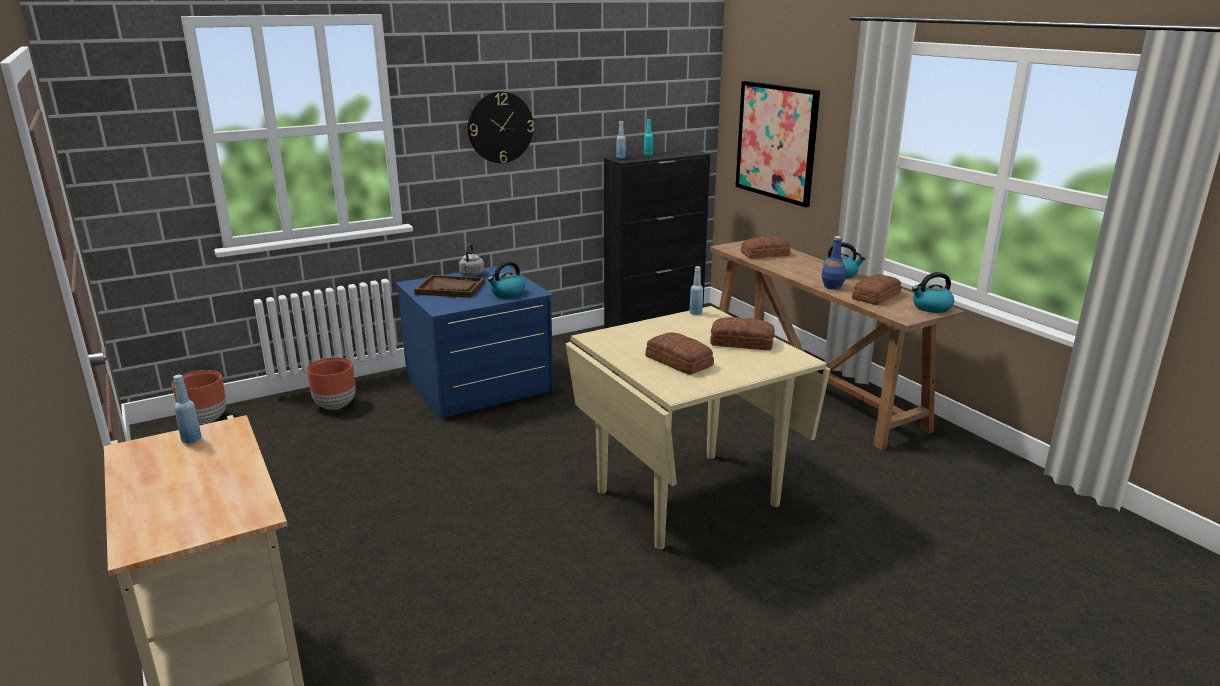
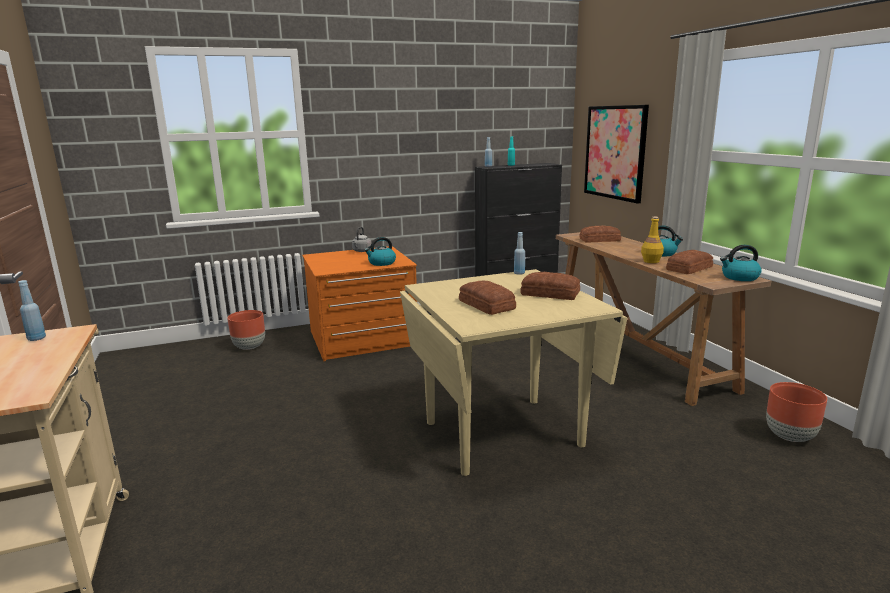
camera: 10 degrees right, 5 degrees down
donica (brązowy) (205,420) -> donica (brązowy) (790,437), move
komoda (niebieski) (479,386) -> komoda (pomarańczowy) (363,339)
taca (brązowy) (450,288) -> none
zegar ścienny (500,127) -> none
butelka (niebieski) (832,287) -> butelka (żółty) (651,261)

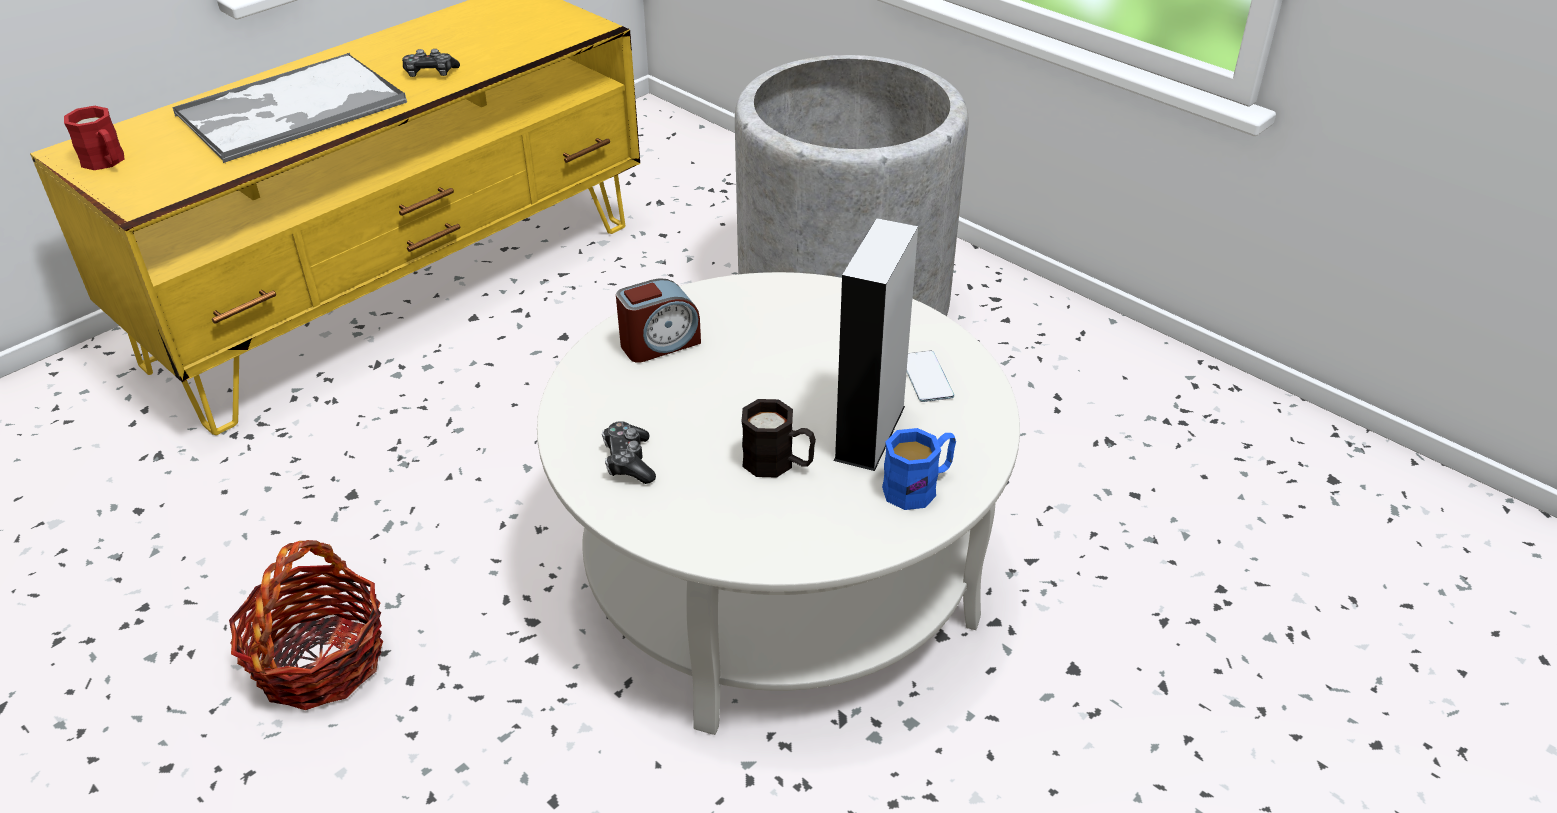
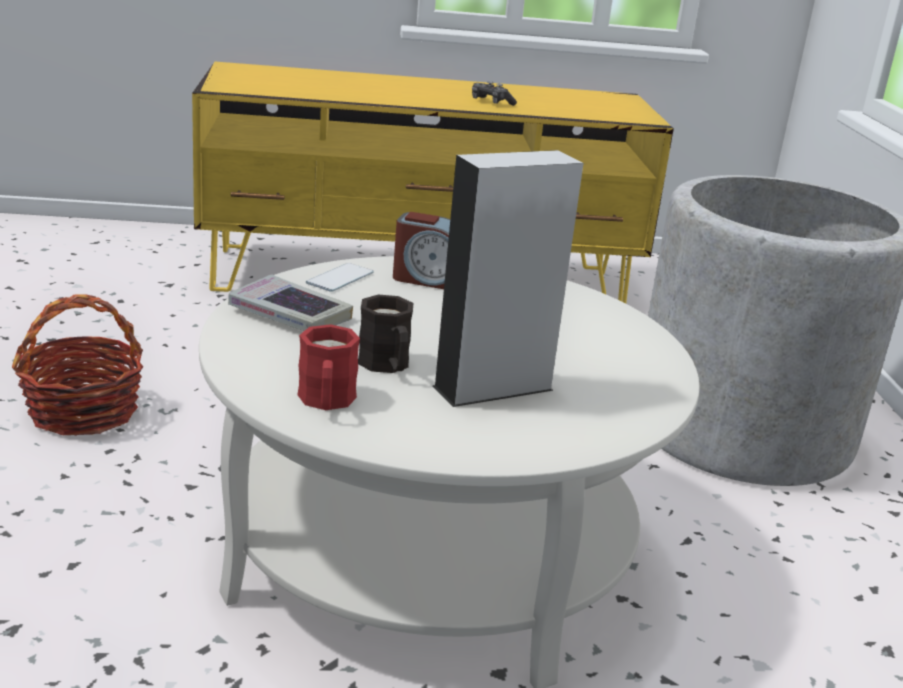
camera: 40 degrees right, 15 degrees down
kubek (czerwony) (107,162) -> kubek (czerwony) (326,402), move
taca (290,110) -> none
pad do gier (629,461) -> książka (290,314)
kubek (niebieski) (919,487) -> none
telefon (926,377) -> telefon (340,278), move

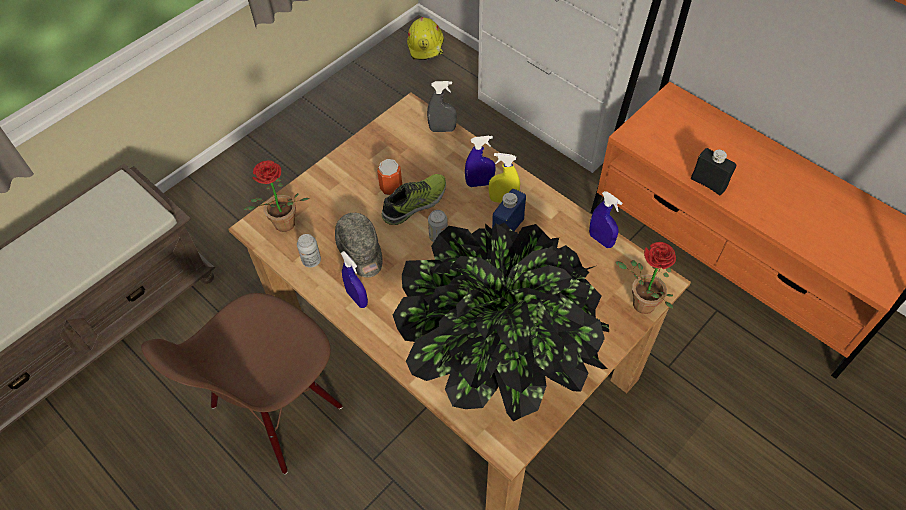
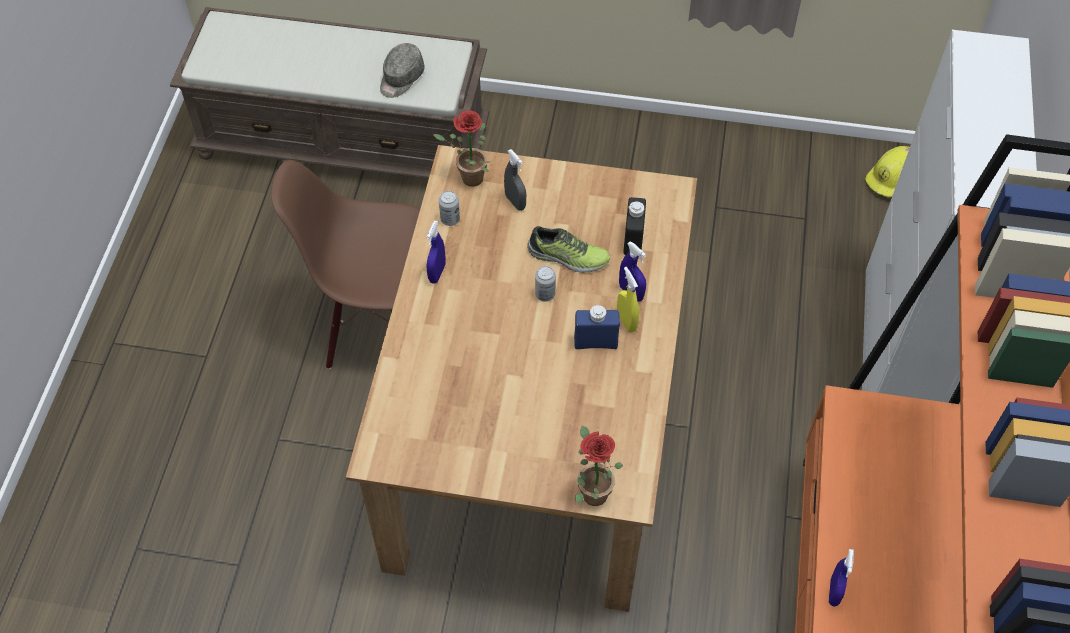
camera: 55 degrees right, 0 degrees up
czapka z daszkiem (szary) (361,252) -> czapka z daszkiem (szary) (401,79), move
puszka (391,188) -> none
roślina doniczkowa (500,358) -> none
spryskiwacz (szary) (442,129) -> spryskiwacz (szary) (515,202), move
spryskiwacz (niebieski) (601,240) -> spryskiwacz (niebieski) (834,592), move
butelka (czarny) (708,183) -> butelka (czarny) (633,240), move

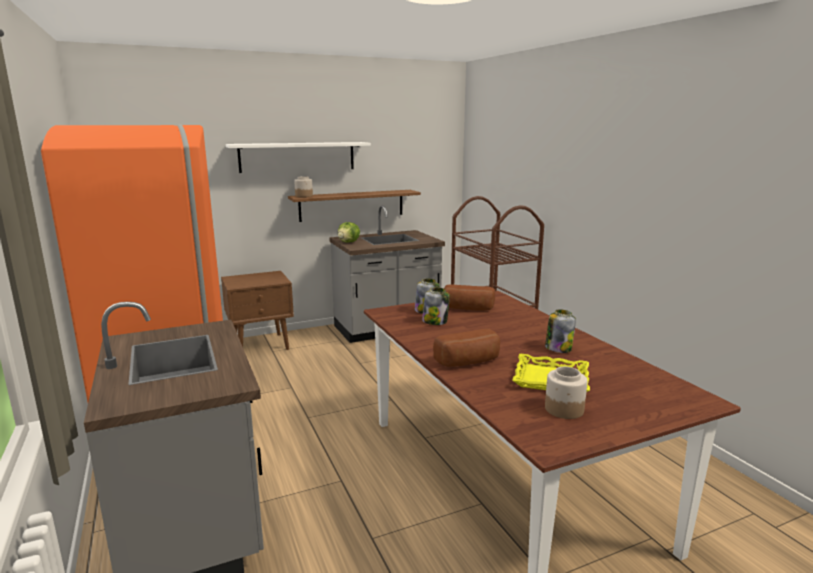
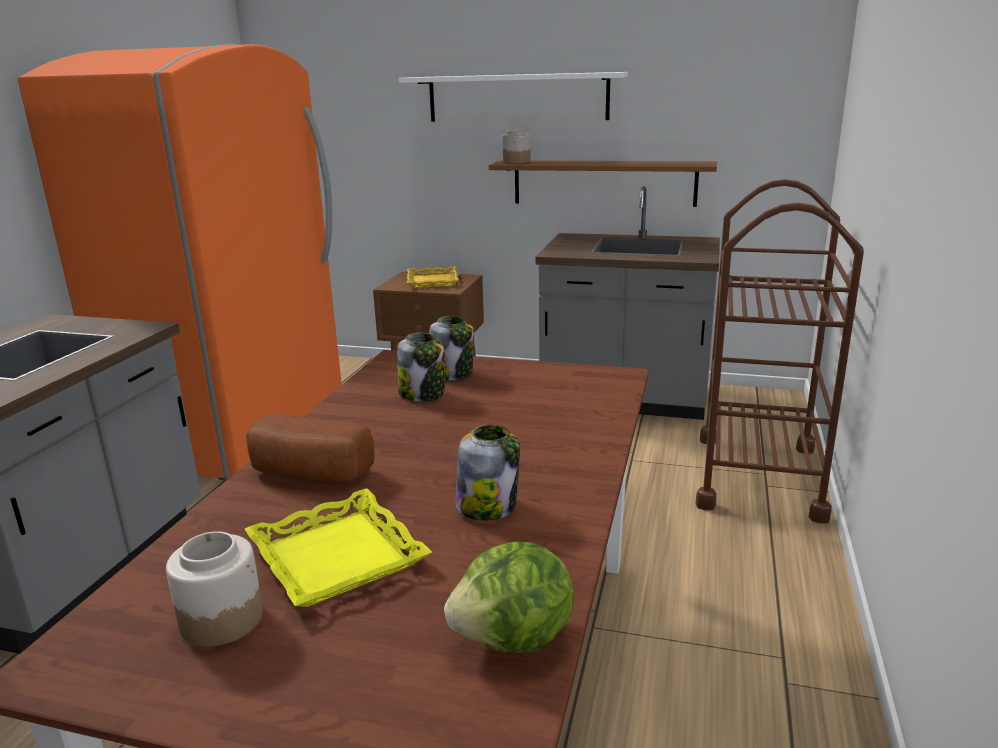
camera: 40 degrees right, 5 degrees up
sałata (349,242) -> sałata (515,640), move
chleb (467,309) -> none
none -> taca (żółty) (432,281)

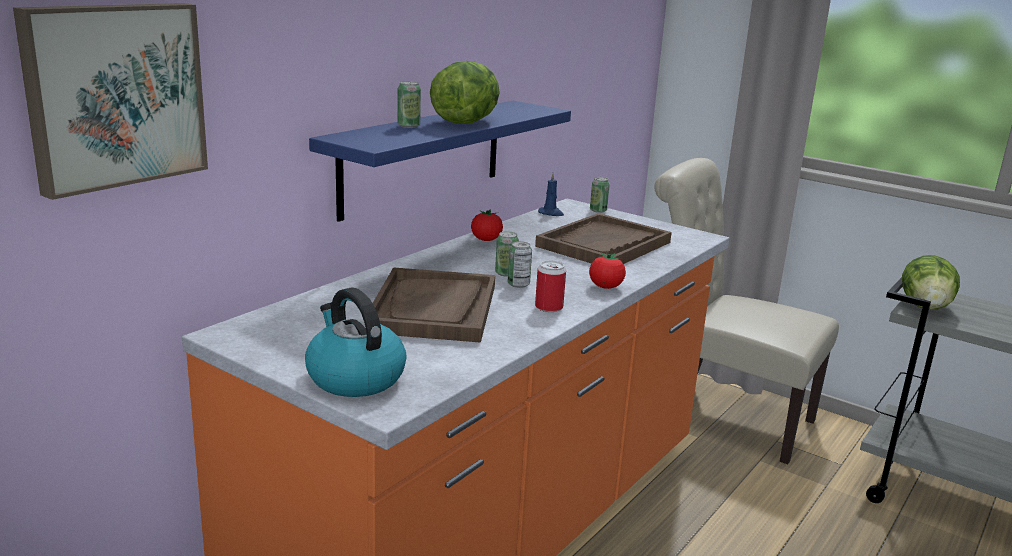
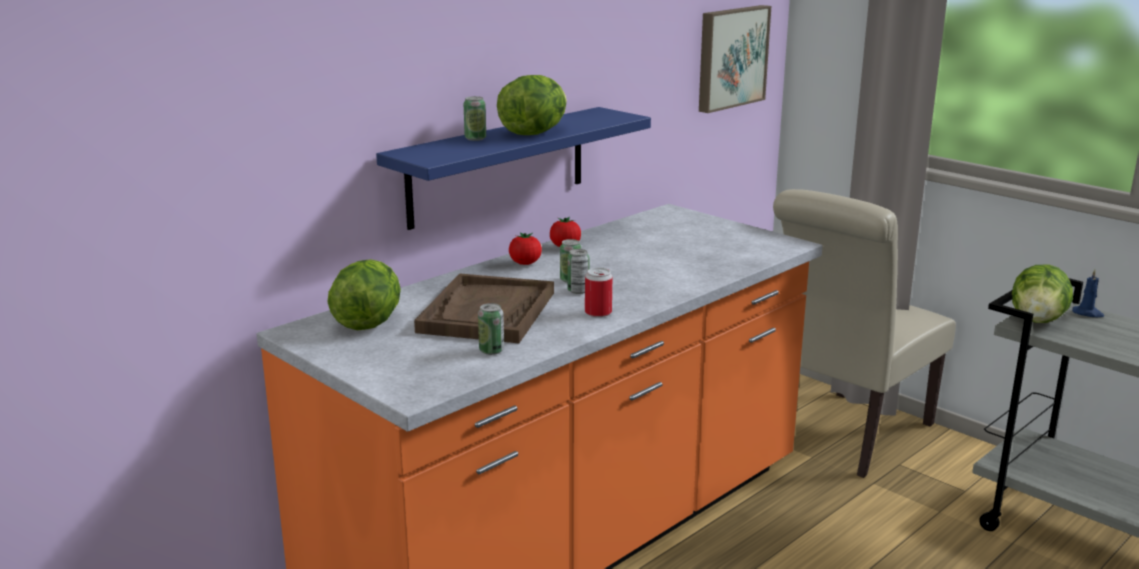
camera: 10 degrees right, 0 degrees up
obraz (114,95) -> obraz (730,57), move
czajnik (354,377) -> none
taca (brązowy) (604,244) -> none
świeca (niebieski) (551,213) -> świeca (niebieski) (1088,313), move
pomidor (605,287) -> pomidor (525,263), move
puszka (598,210) -> puszka (491,351), move
krzesło (beżowy) (723,416) -> krzesło (beżowy) (847,437), 90 degrees counterclockwise
none -> sałata (368,323)

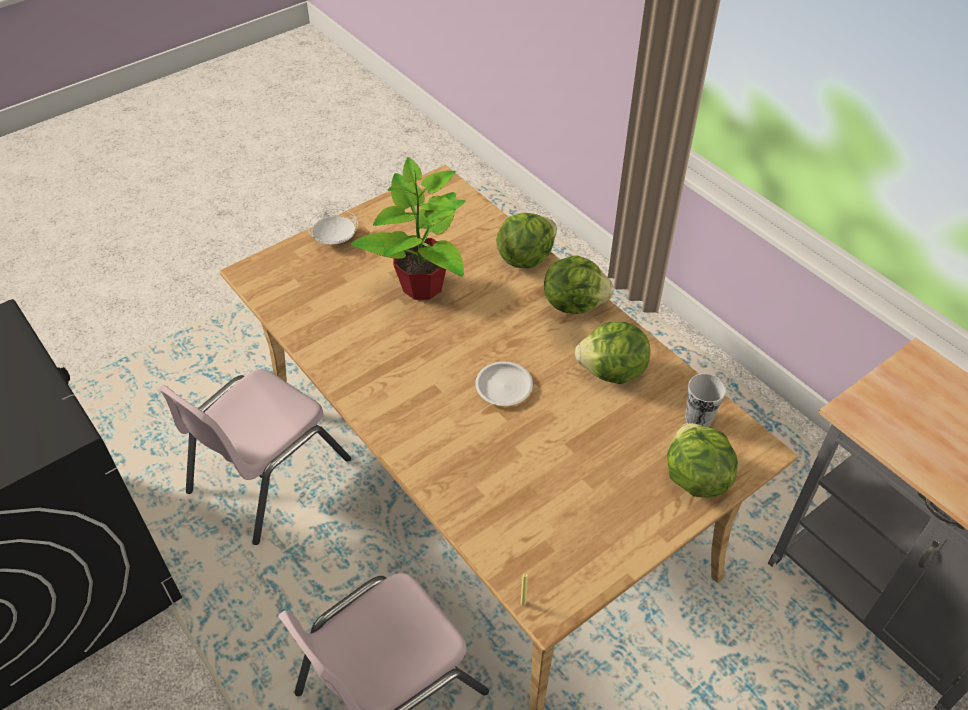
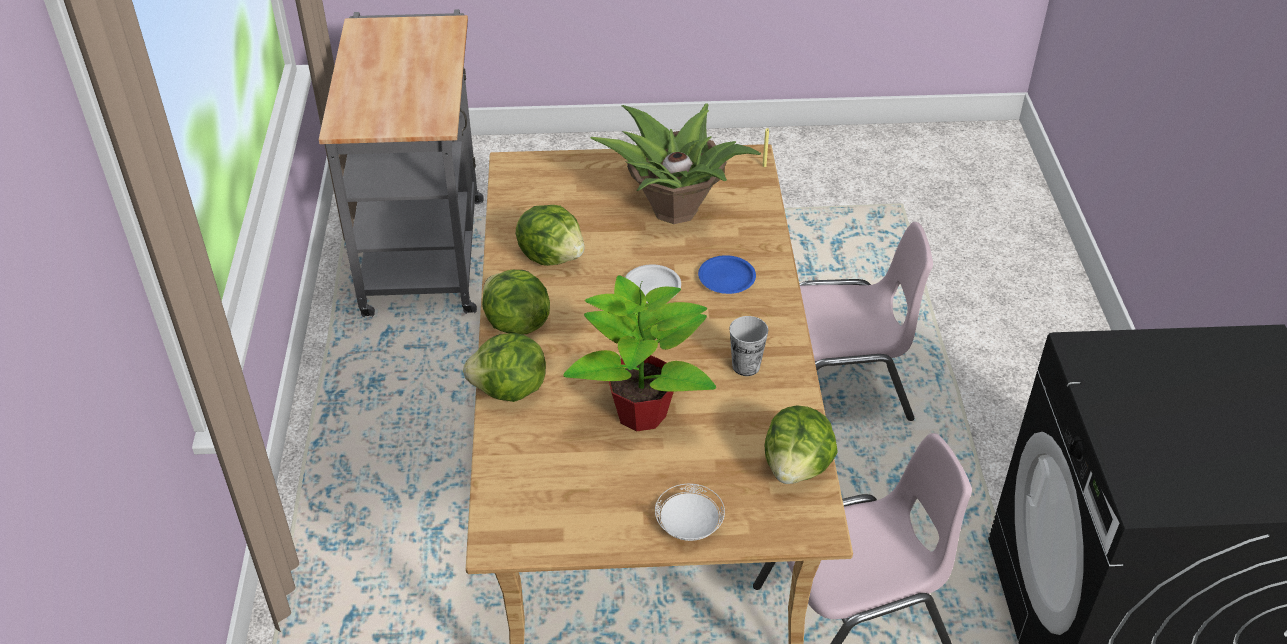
camera: 145 degrees left, 5 degrees down
sałata (694,478) -> sałata (797,467), move
filiżanka (698,418) -> filiżanka (746,366), move
none -> roślina doniczkowa (673,208)
none -> talerz (niebieski) (727,278)

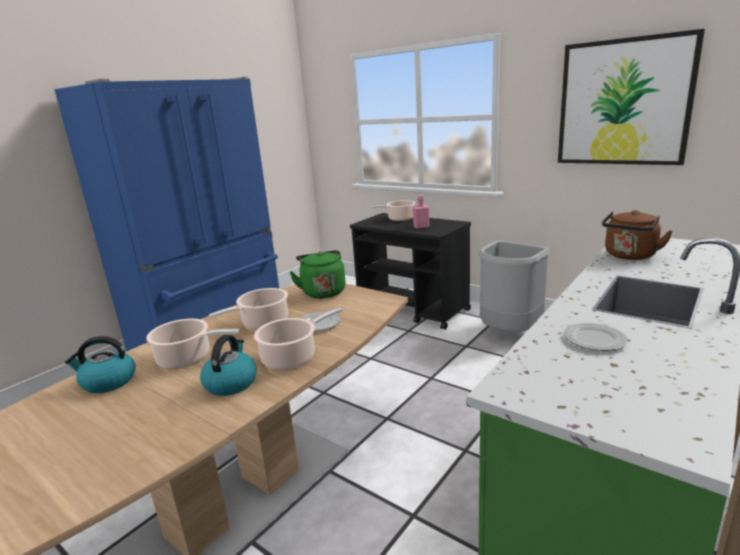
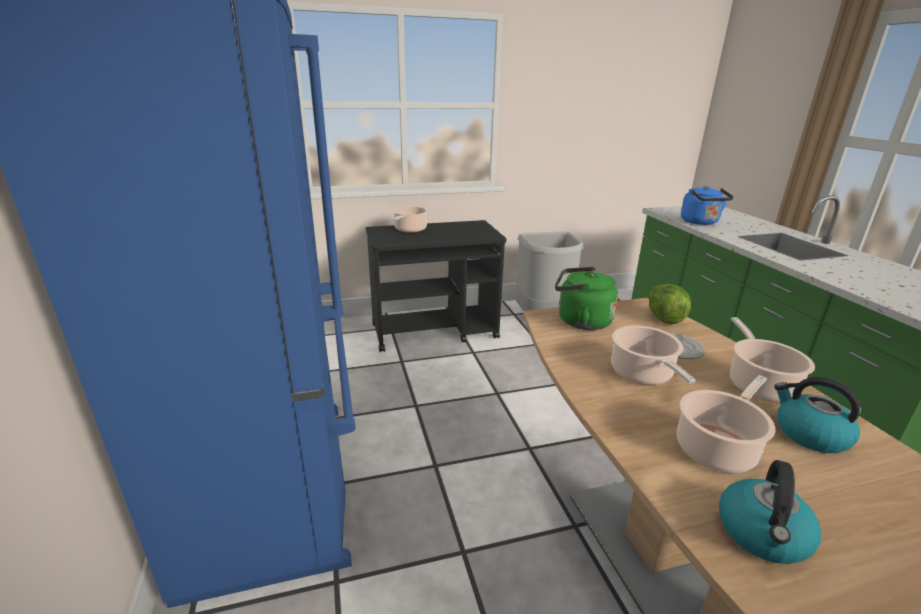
camera: 55 degrees left, 5 degrees up
butelka (różowy) (421,227) -> none
obraz (623,103) -> none
talerz (593,340) -> none
czajnik (brązowy) (629,256) -> czajnik (niebieski) (701,222)
none -> sałata (663,318)

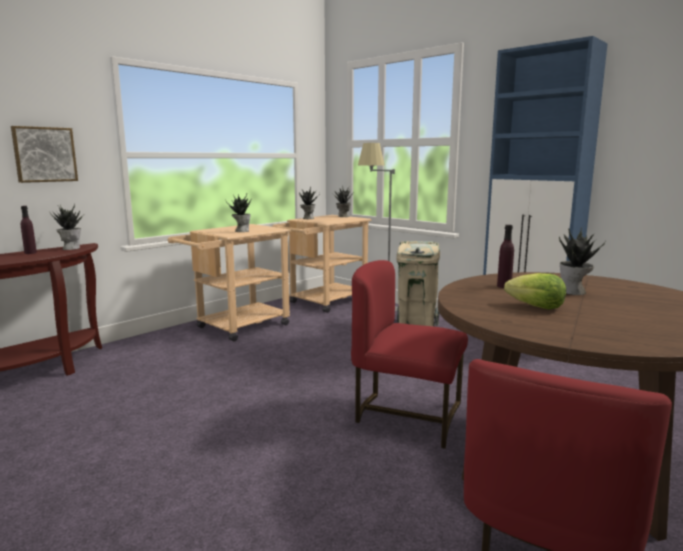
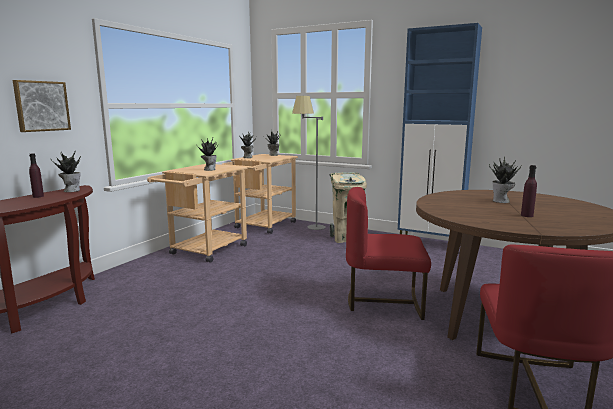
camera: 15 degrees left, 0 degrees up
butelka (fioletowy) (504,286) -> butelka (fioletowy) (527,215), move
sałata (536,307) -> none

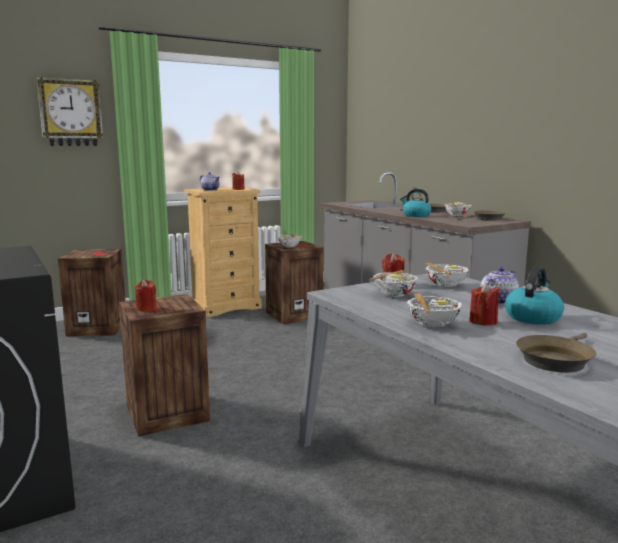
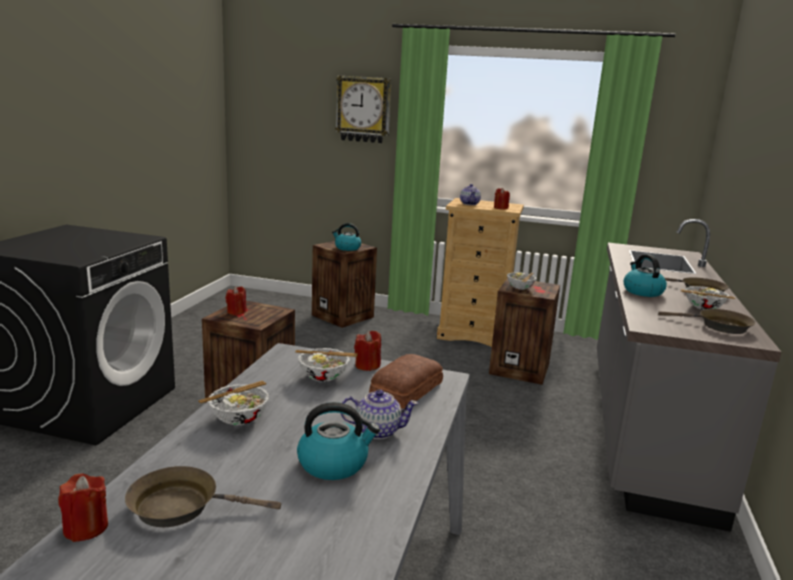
camera: 45 degrees right, 5 degrees up
miska (445,285) -> chleb (404,389)
świeca (czerwony) (483,322) -> świeca (czerwony) (86,528), move
none -> czajnik (347,248)

